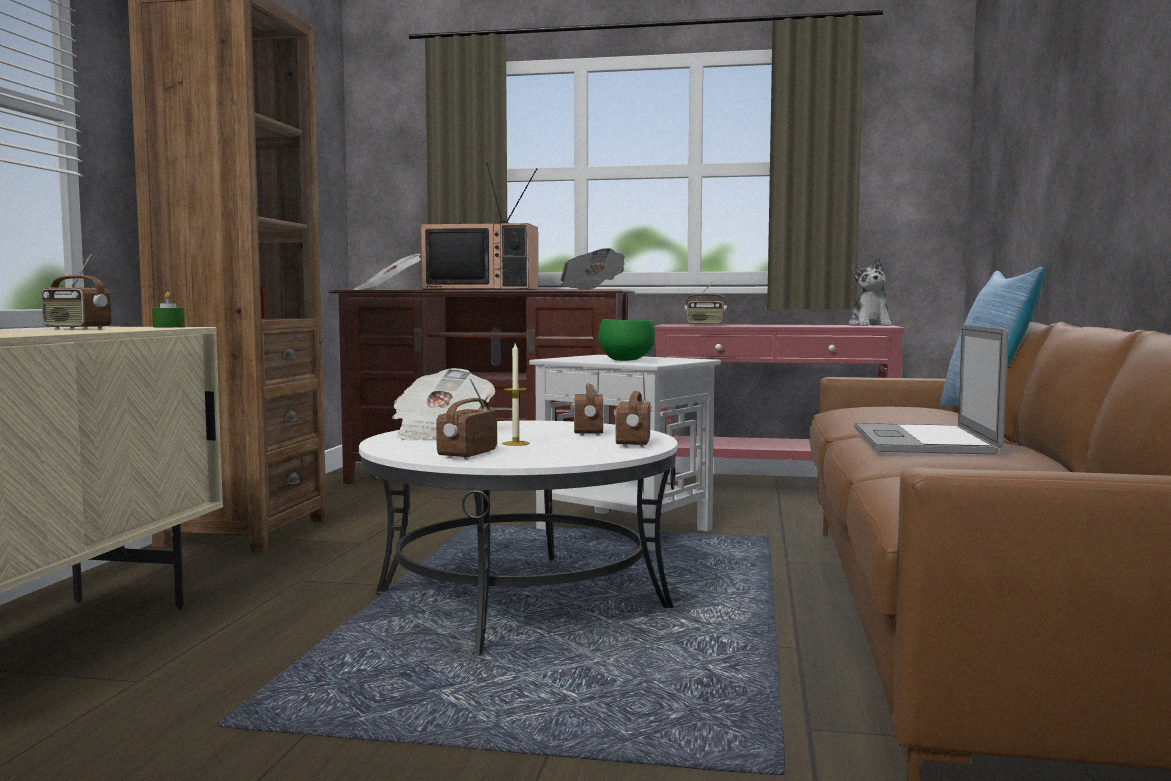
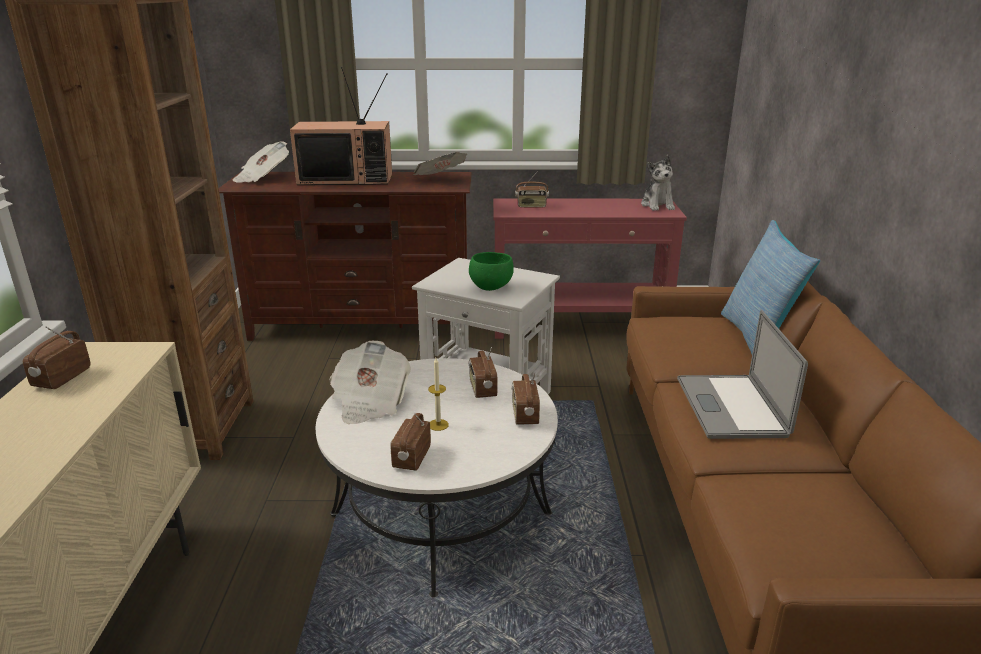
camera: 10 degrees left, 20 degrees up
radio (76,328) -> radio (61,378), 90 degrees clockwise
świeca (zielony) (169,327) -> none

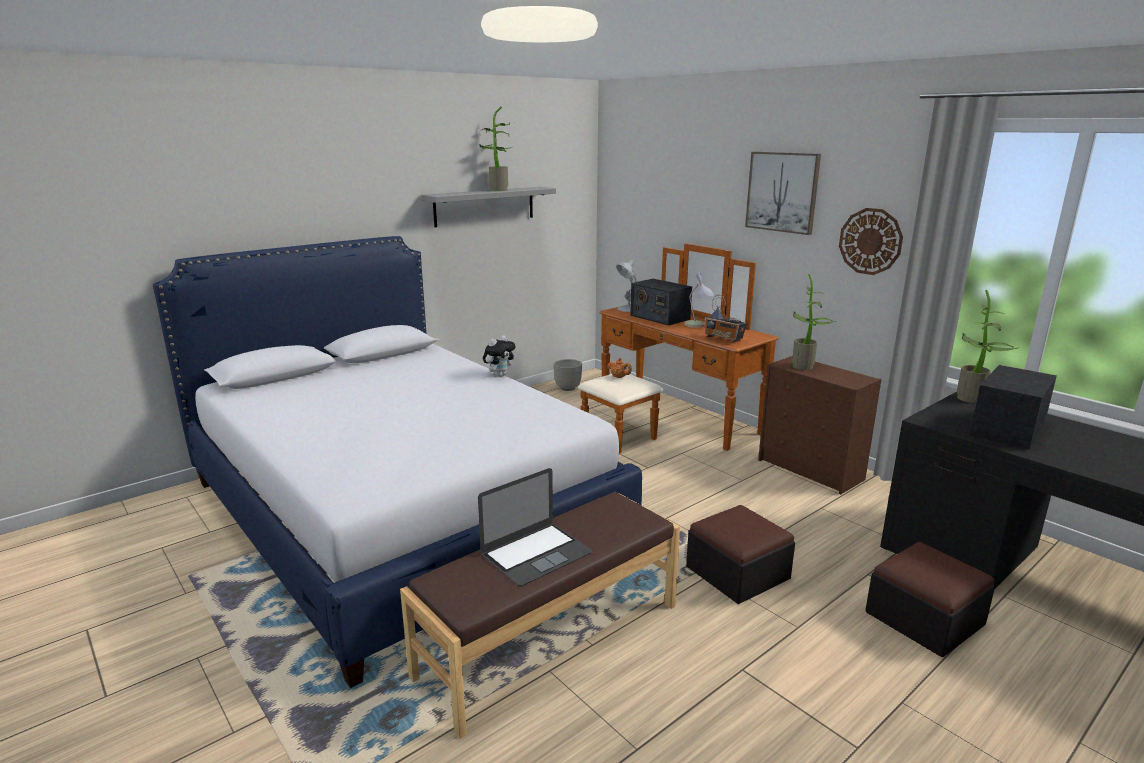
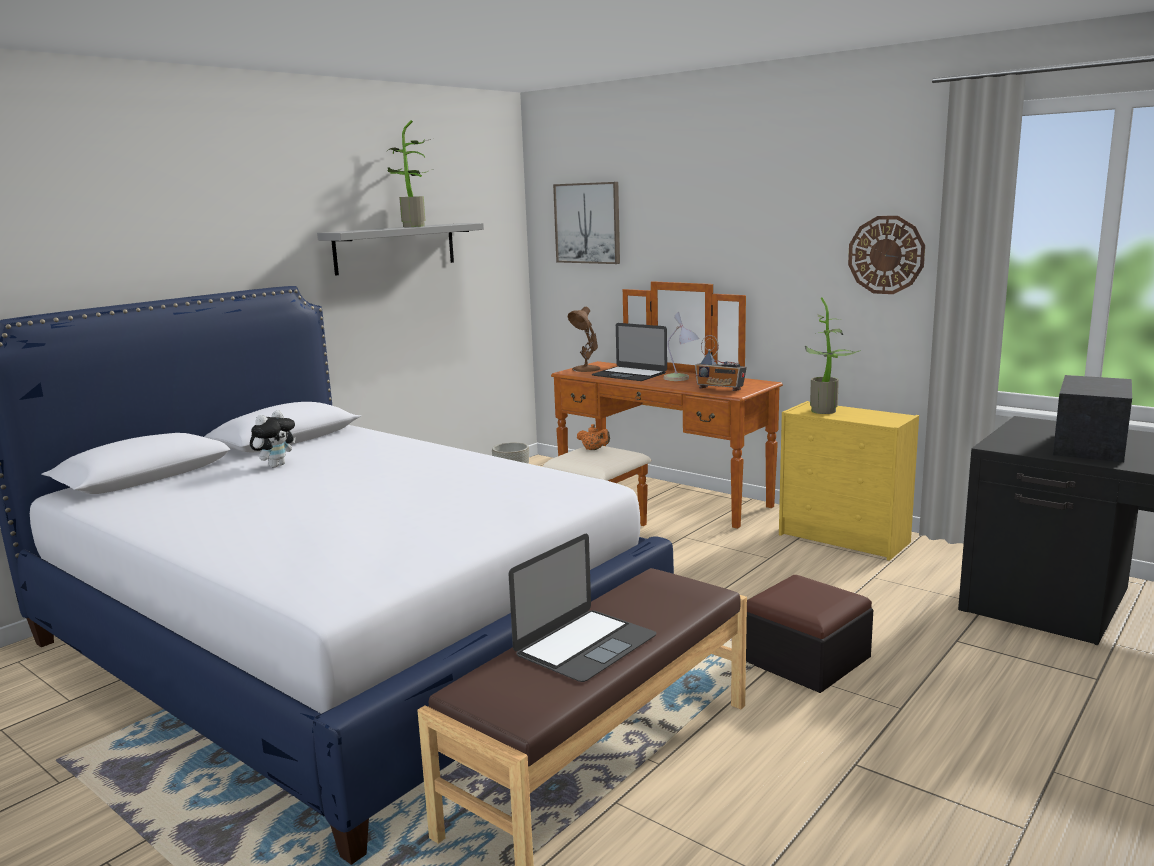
camera: 10 degrees left, 5 degrees down
pluszak (499,375) -> pluszak (276,465), move
lampa stołowa (biały) (627,309) -> lampa stołowa (brązowy) (585,369)
radio (659,317) -> laptop (629,374)
obraz (782,192) -> obraz (588,223), move
komoda (brązowy) (811,470) -> komoda (żółty) (845,539)
pufa (924,618) -> none
roślina doniczkowa (974,399) -> none

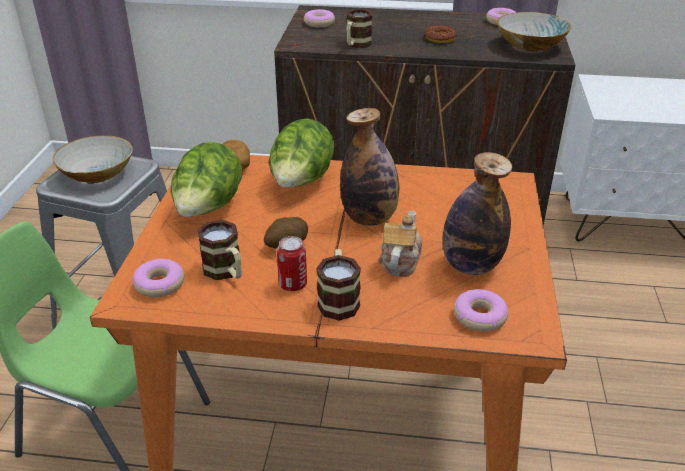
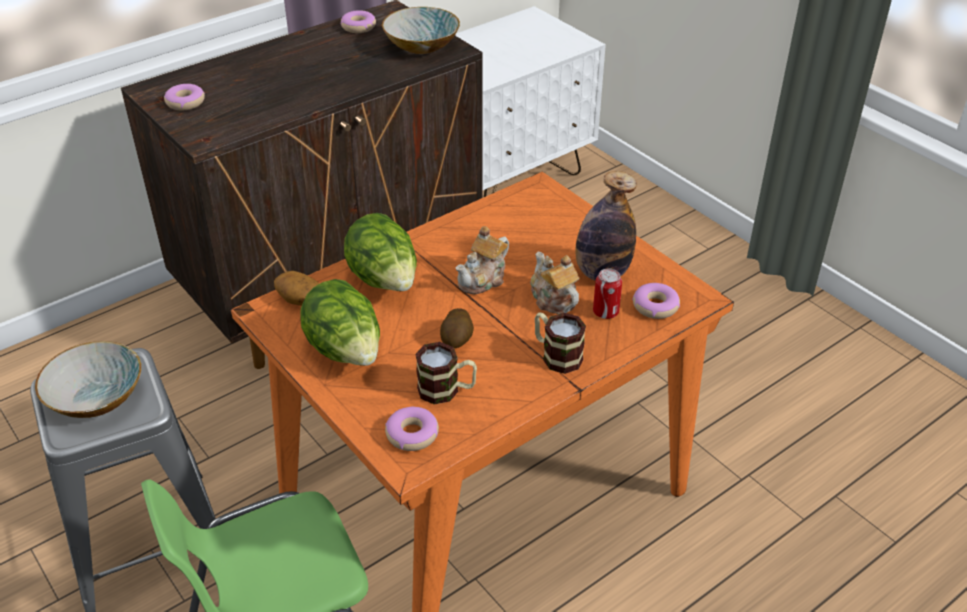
camera: 45 degrees left, 5 degrees up
puszka (293,284) -> puszka (605,312), move
butelka (369,218) -> imbryk (483,279)
kubek (356,45) -> none
donut (440,38) -> none

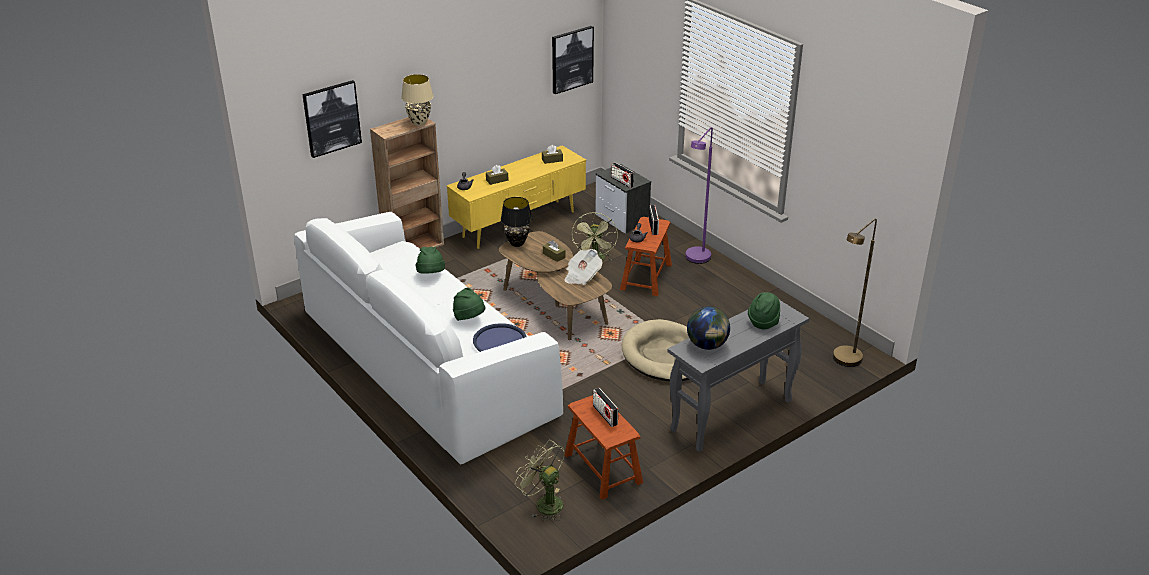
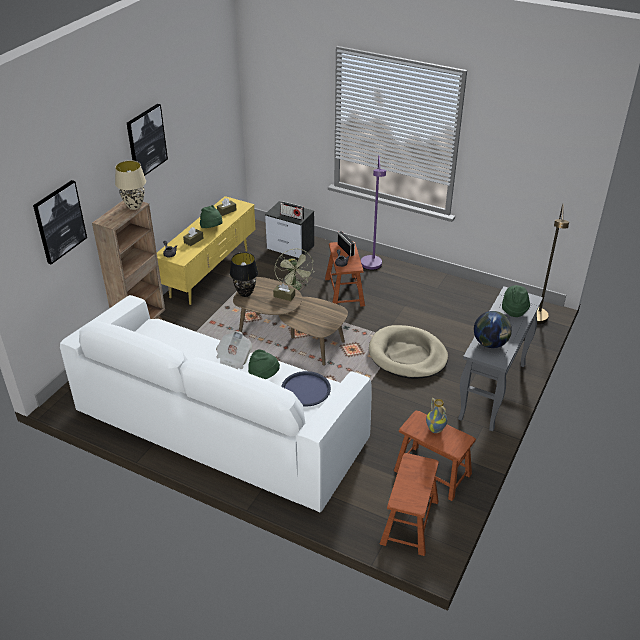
camera: 25 degrees left, 5 degrees up
kapelusz (zielony) (431,275) -> kapelusz (zielony) (212,228), move
wentylator (zielony) (544,503) -> stołek (brązowy) (409,522)
obraz (571,59) -> obraz (146,141), move
gazeta (582,276) -> gazeta (233,360), move
radio (605,415) -> wazon (436,429)

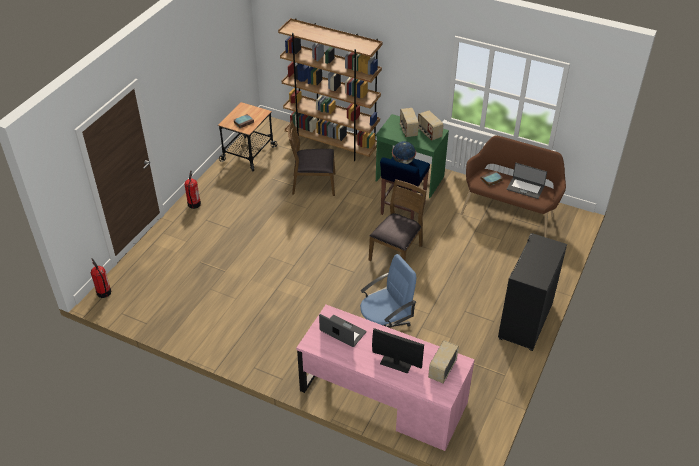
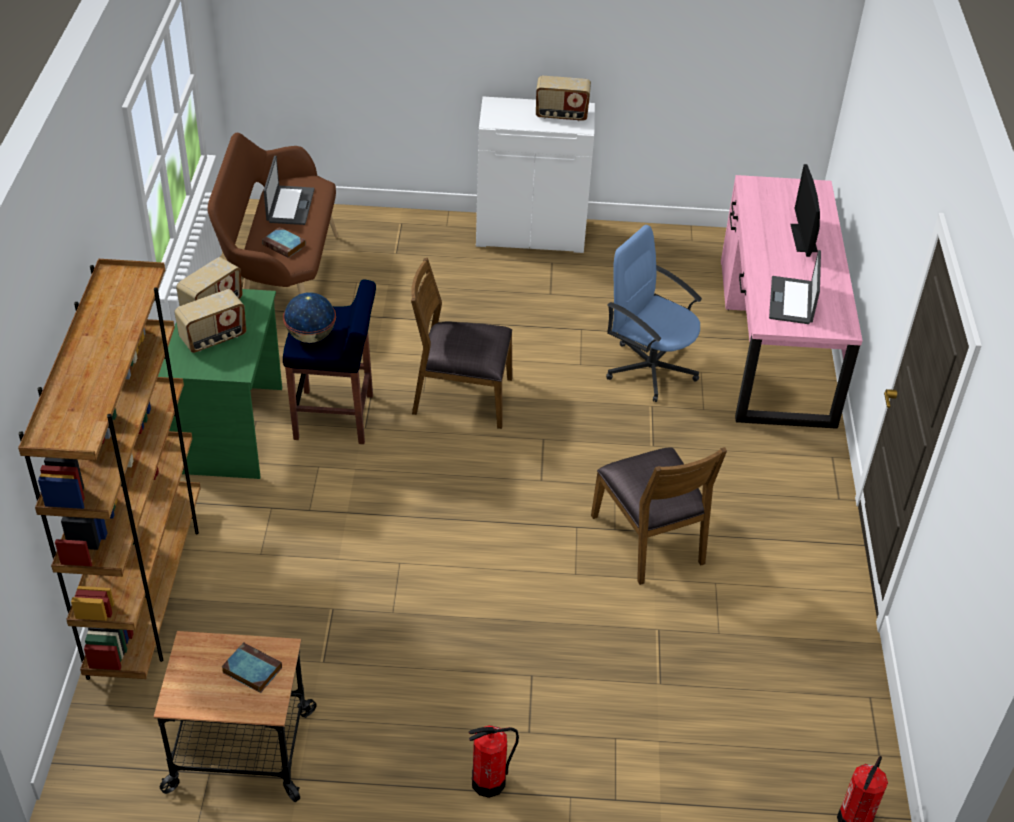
camera: 115 degrees left, 0 degrees up
krzesło (brązowy) (313,184) -> krzesło (brązowy) (650,539), move
radio (441,369) -> radio (561,115), move
szafka (czarny) (526,321) -> szafka (biały) (531,233)

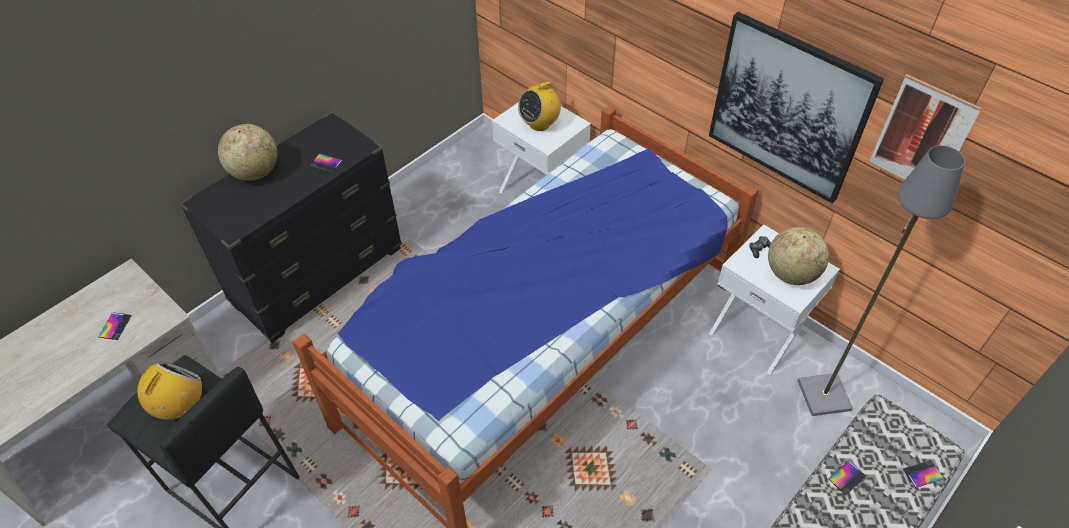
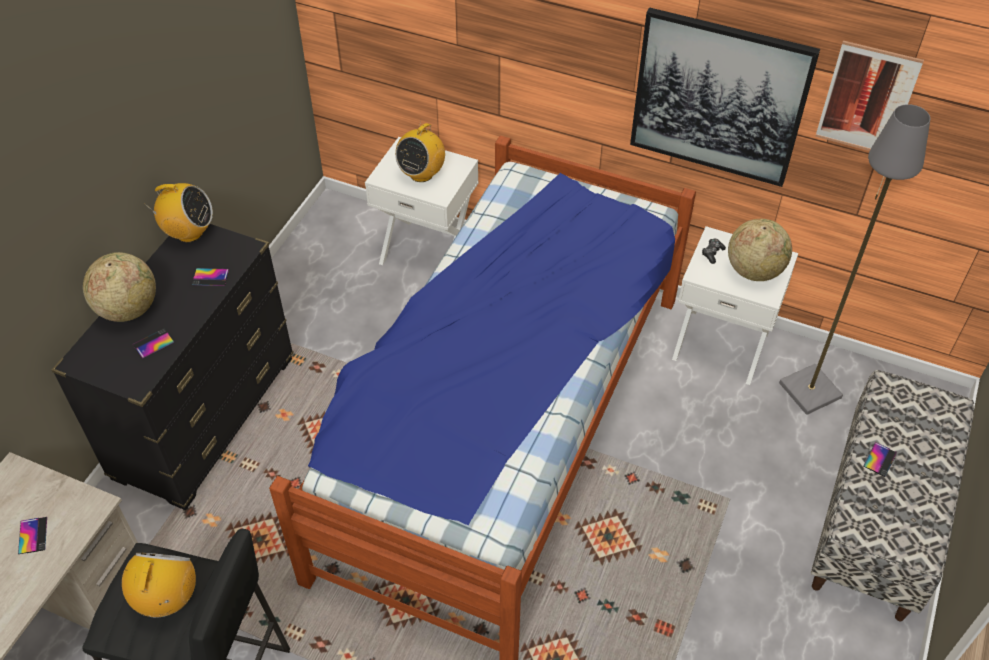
camera: 20 degrees left, 0 degrees up
telefon (923,474) -> telefon (153,343), move
none -> radio (189,233)

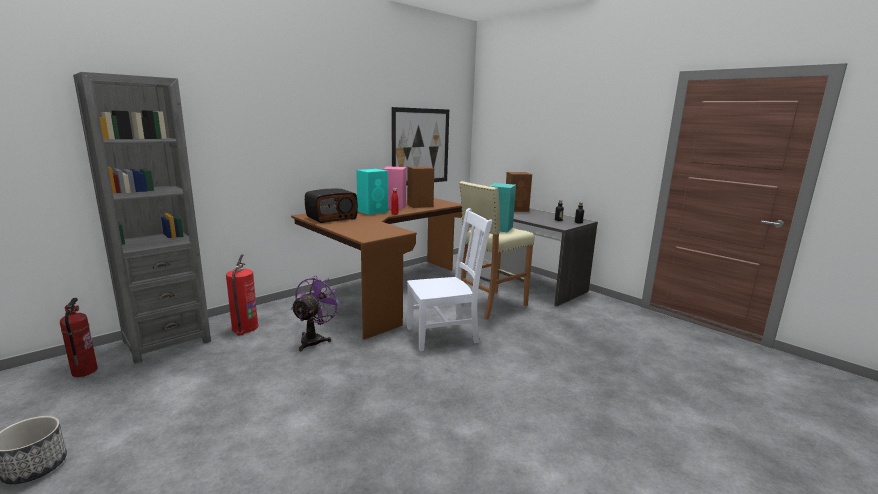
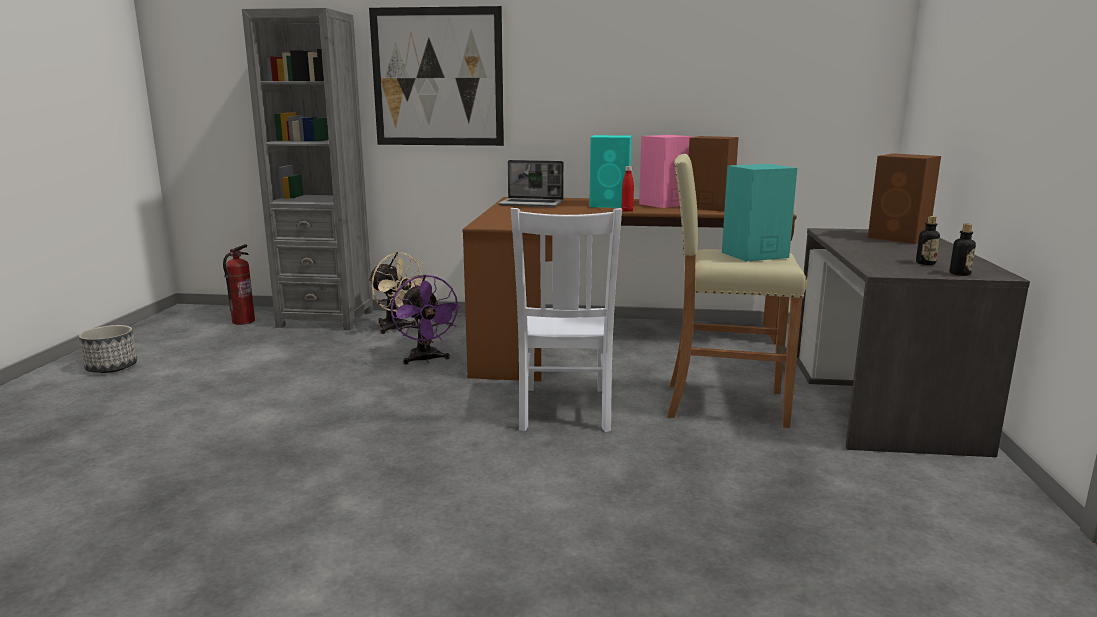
camera: 50 degrees right, 0 degrees up
gaśnica (244,328) -> wentylator (beżowy) (396,328)
wentylator (fioletowy) (315,339) -> wentylator (fioletowy) (426,360), 90 degrees clockwise
radio (331,218) -> laptop (532,204)
obraz (421,146) -> obraz (437,77), move
krzesło (biały) (445,335) -> krzesło (biały) (564,410), 60 degrees clockwise

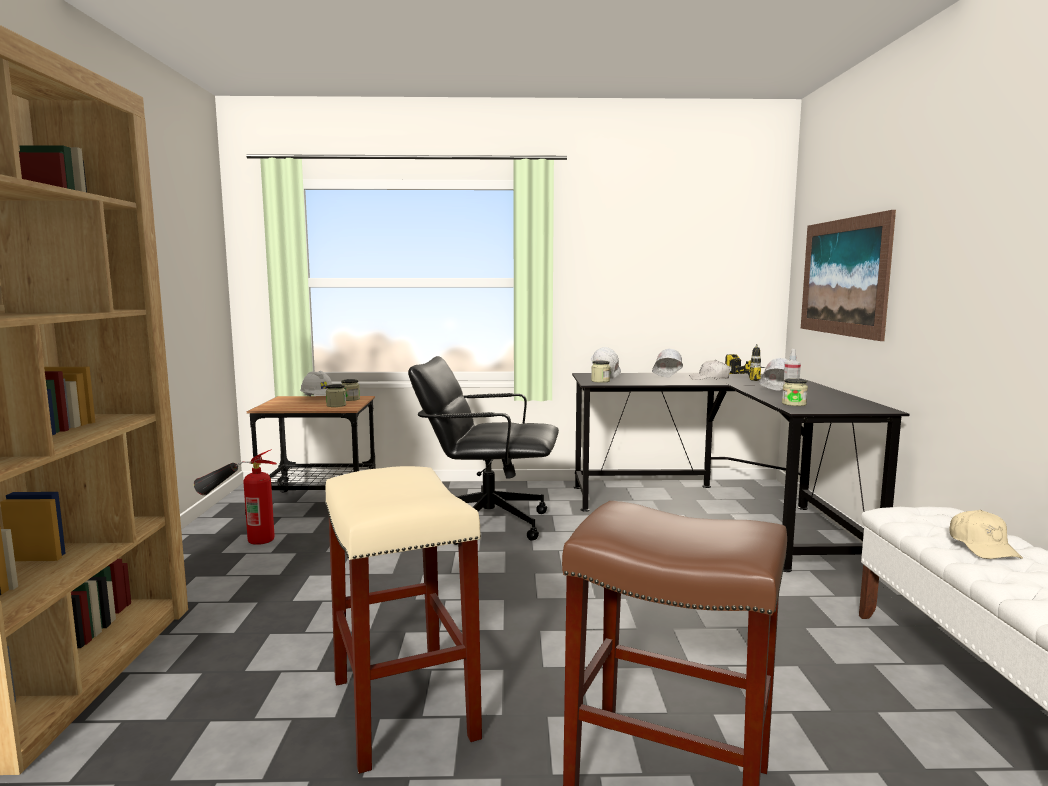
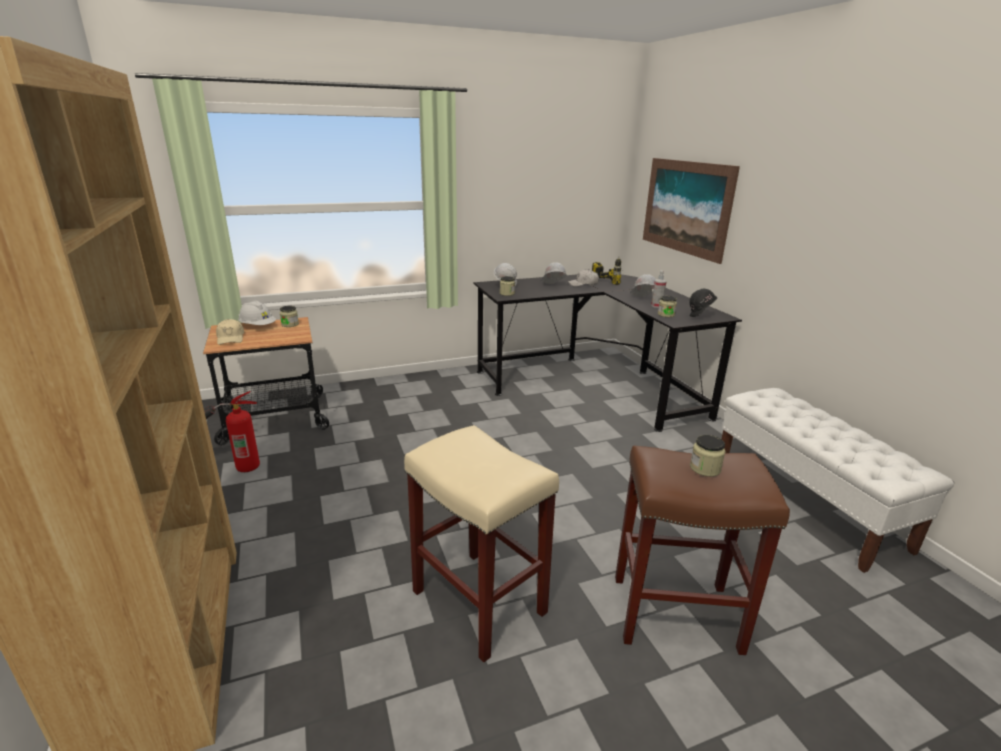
camera: 20 degrees left, 15 degrees up
słoik (336,405) -> słoik (705,468), move
krzesło biurowe (czarny) (487,522) -> none
czapka z daszkiem (beżowy) (982,547) -> czapka z daszkiem (beżowy) (231,338), move
none -> kask (czarny) (700,317)

